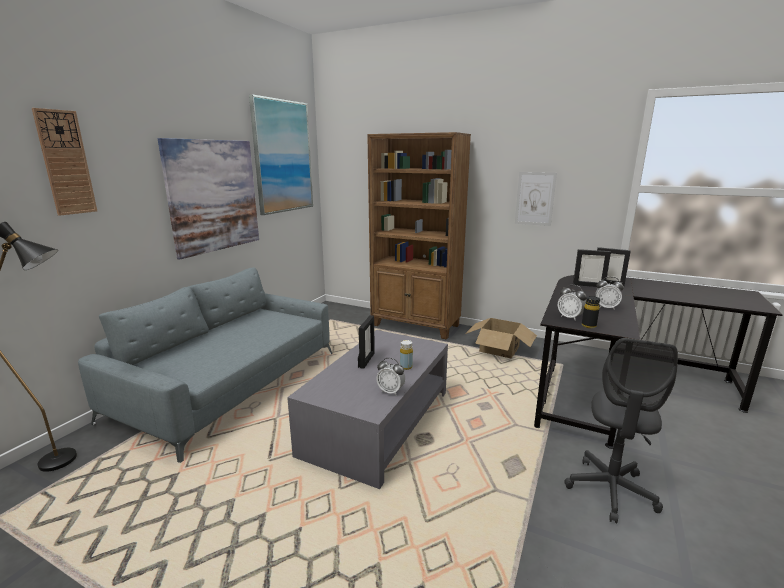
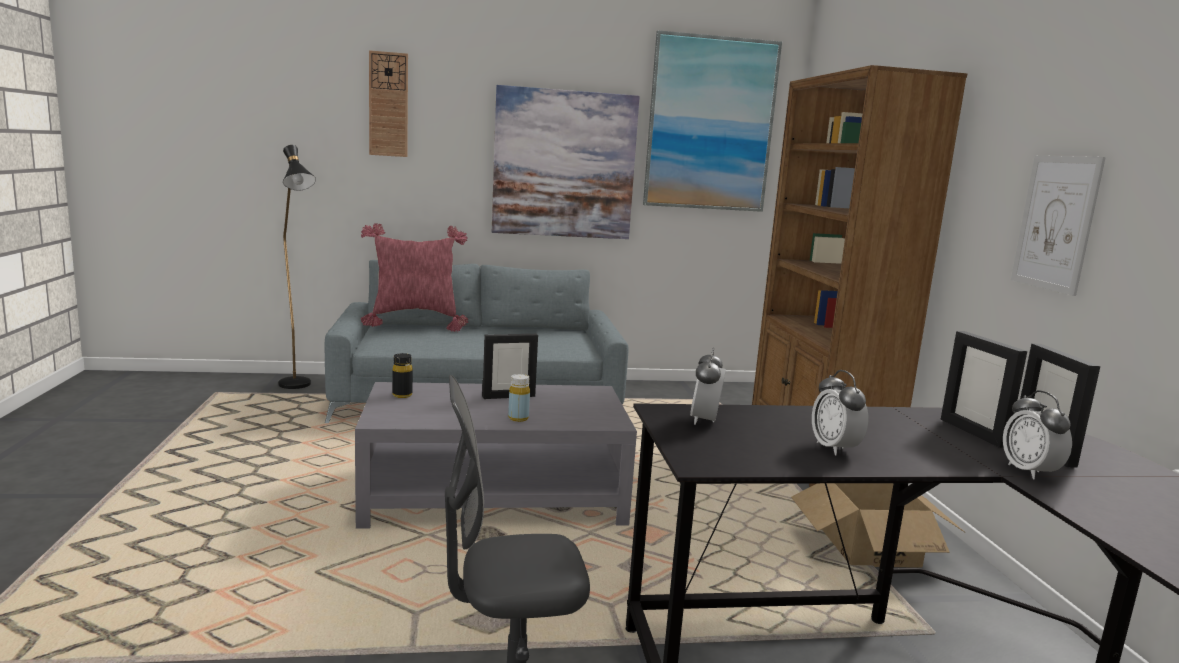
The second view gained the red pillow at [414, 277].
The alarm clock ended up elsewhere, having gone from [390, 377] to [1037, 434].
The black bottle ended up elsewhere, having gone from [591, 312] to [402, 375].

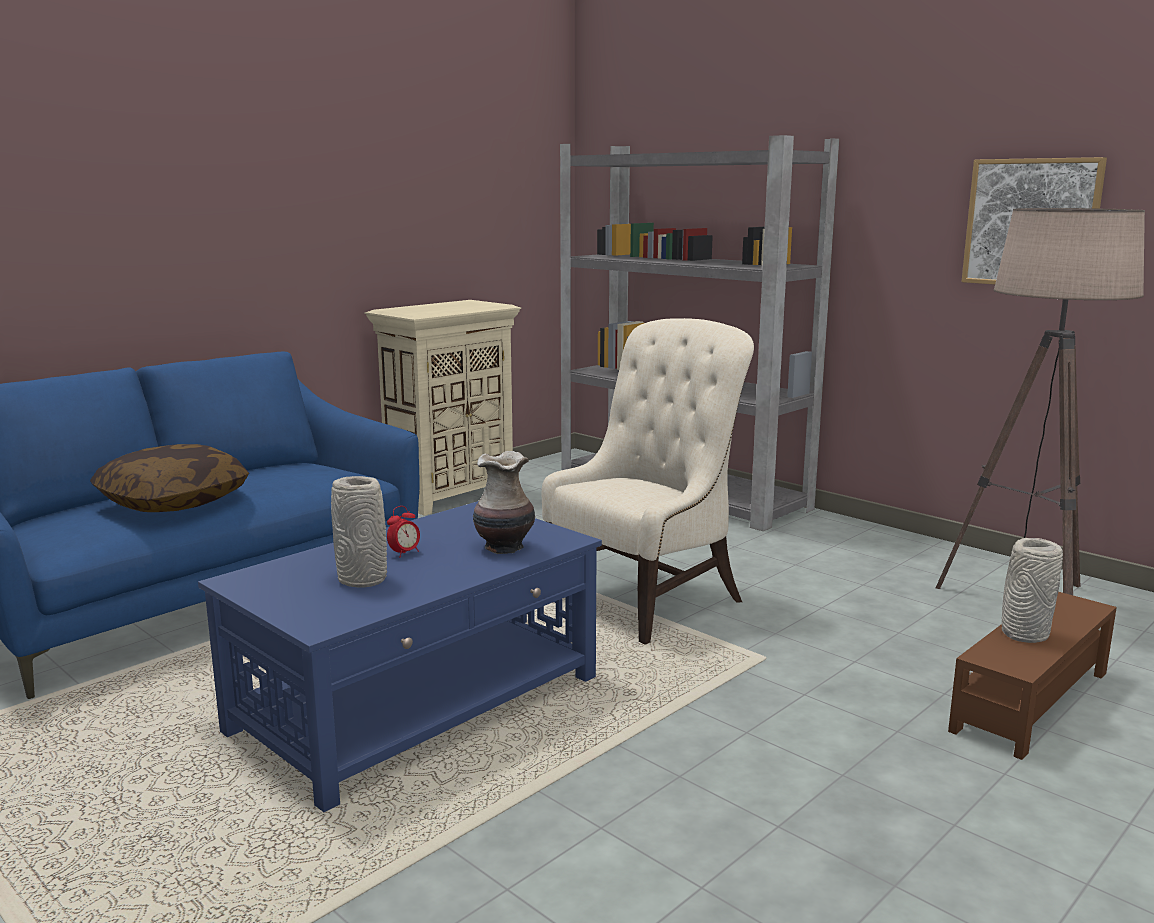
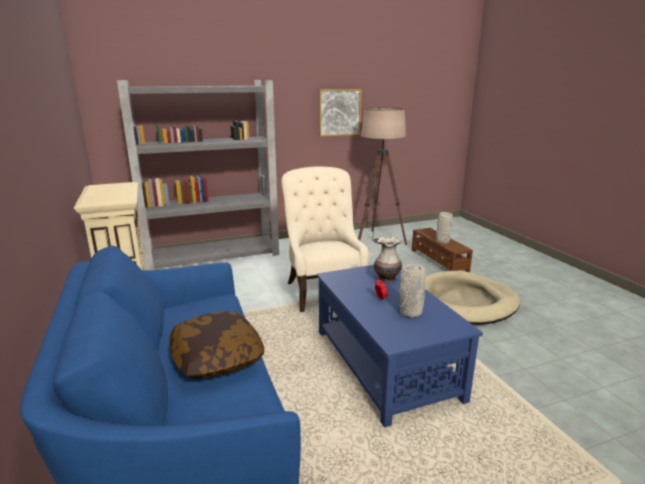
The second view gained the beige dog bed at [472, 298].

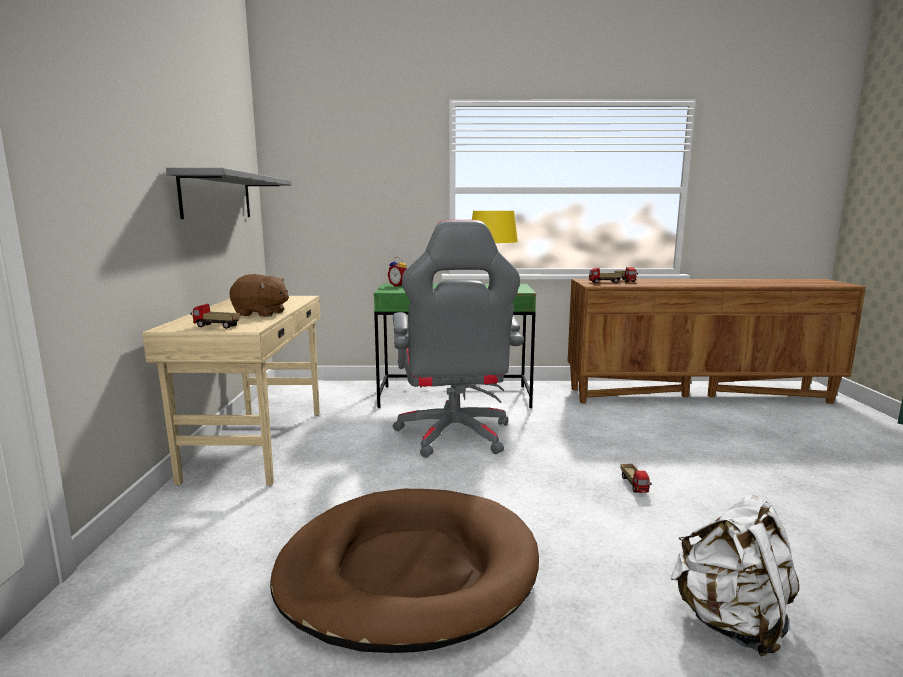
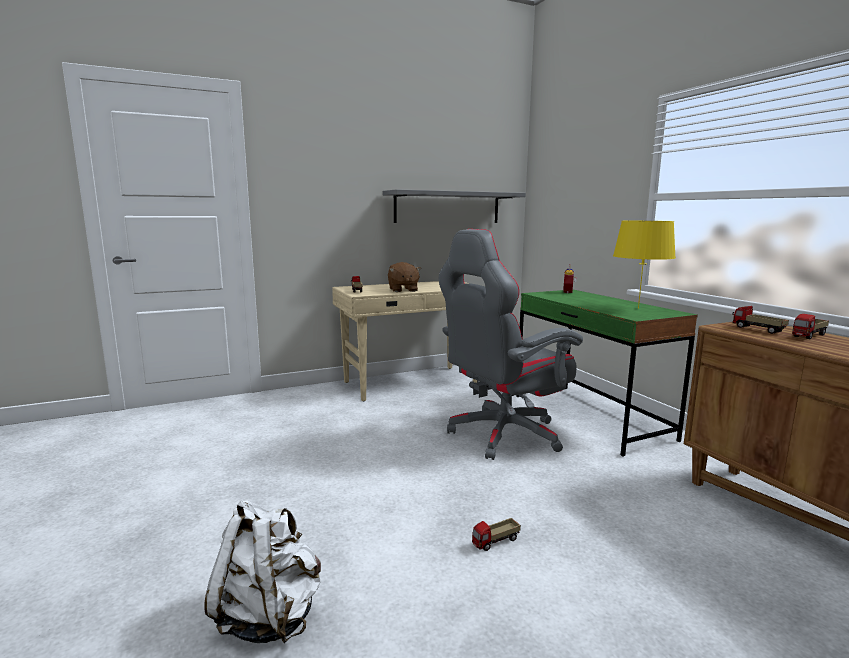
The second view lost the brown dog bed at [404, 571].

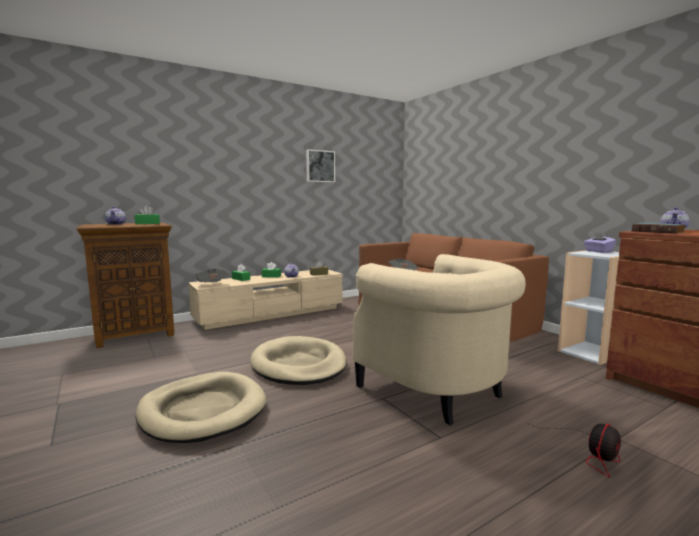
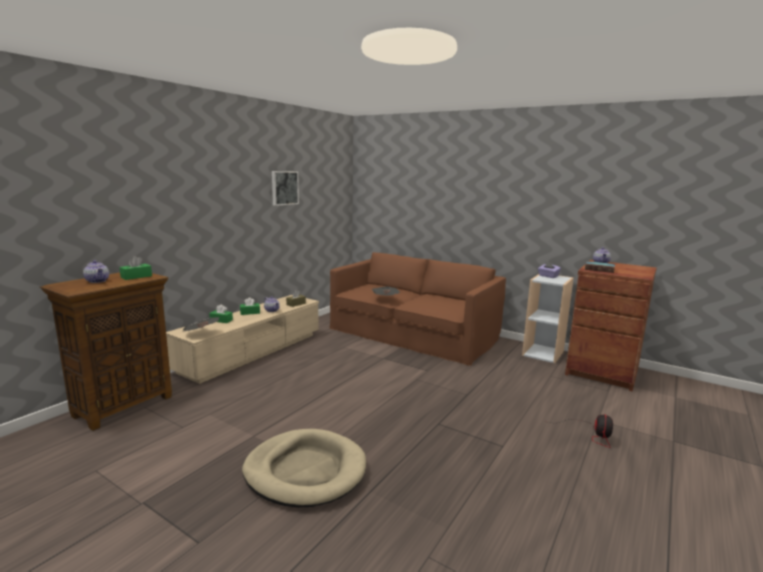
The second view lost the beige dog bed at [298, 360].
The second view lost the beige armchair at [439, 339].

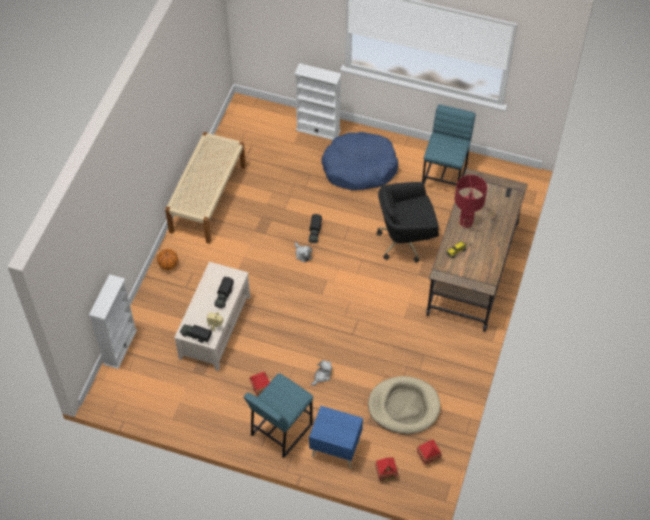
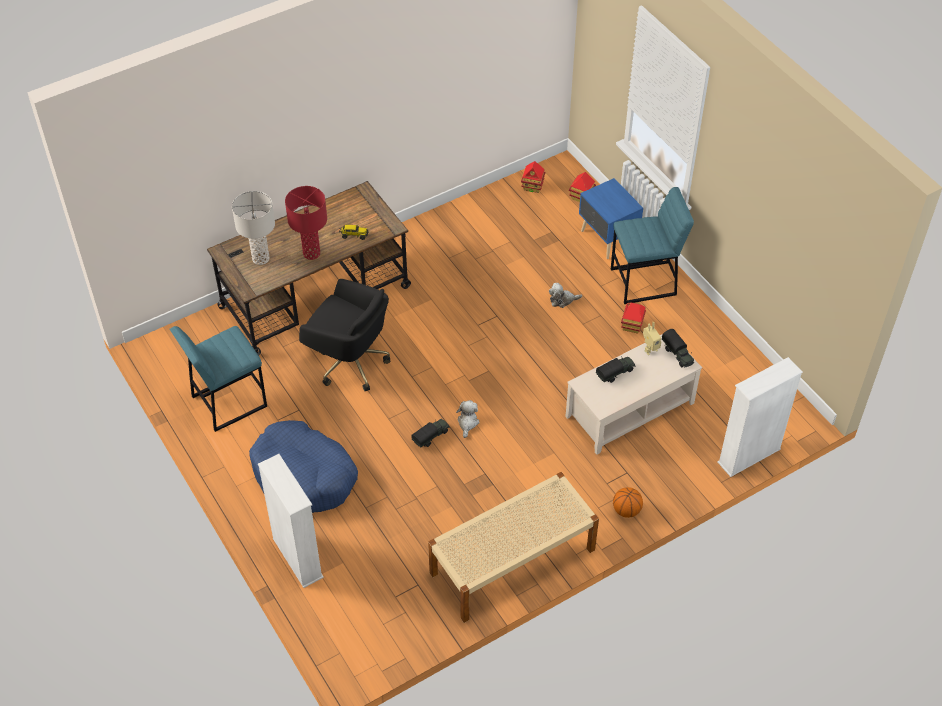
The second view lost the beige dog bed at [404, 405].
The second view gained the white table lamp at [253, 228].

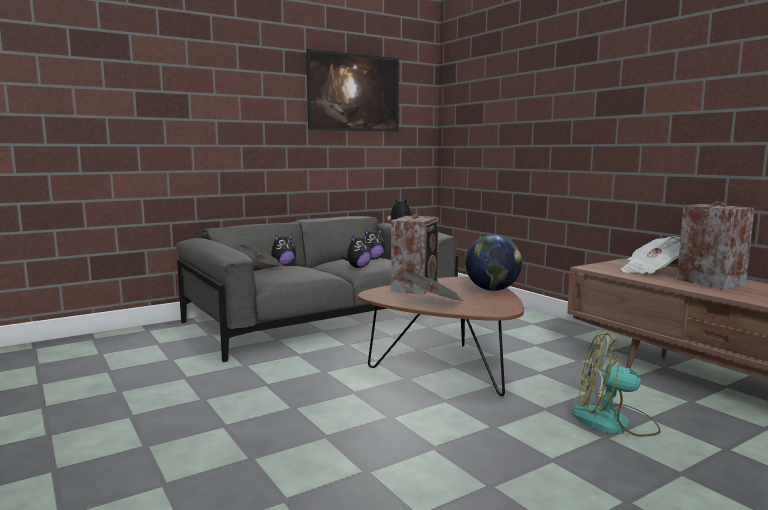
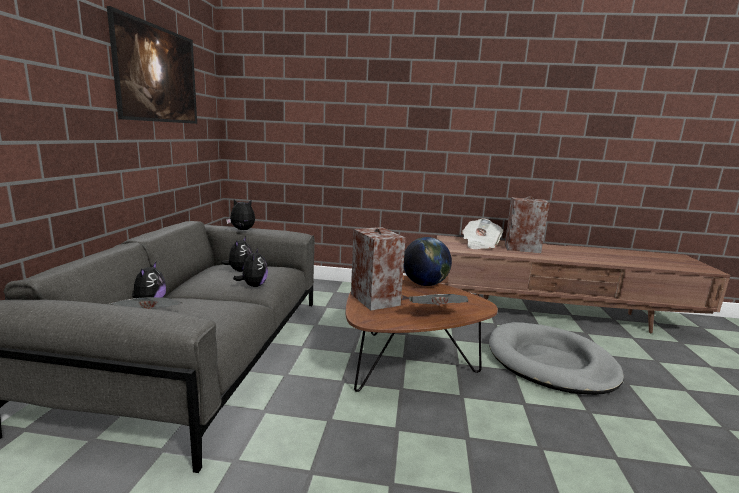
Where the fan stood at [616, 385], the grey dog bed came to stand at [556, 358].

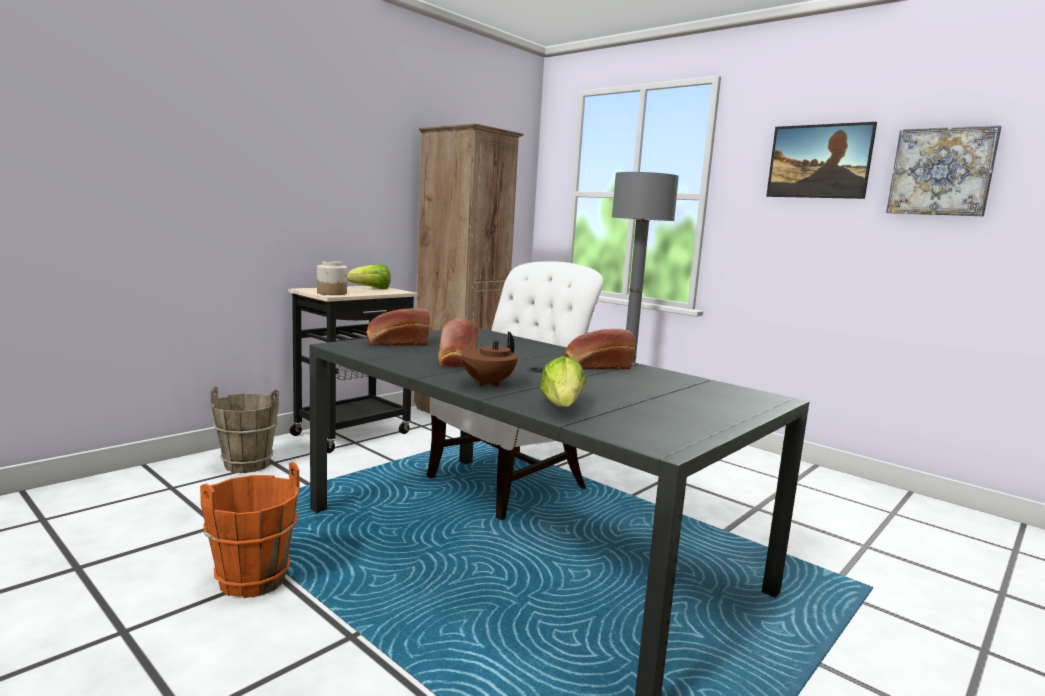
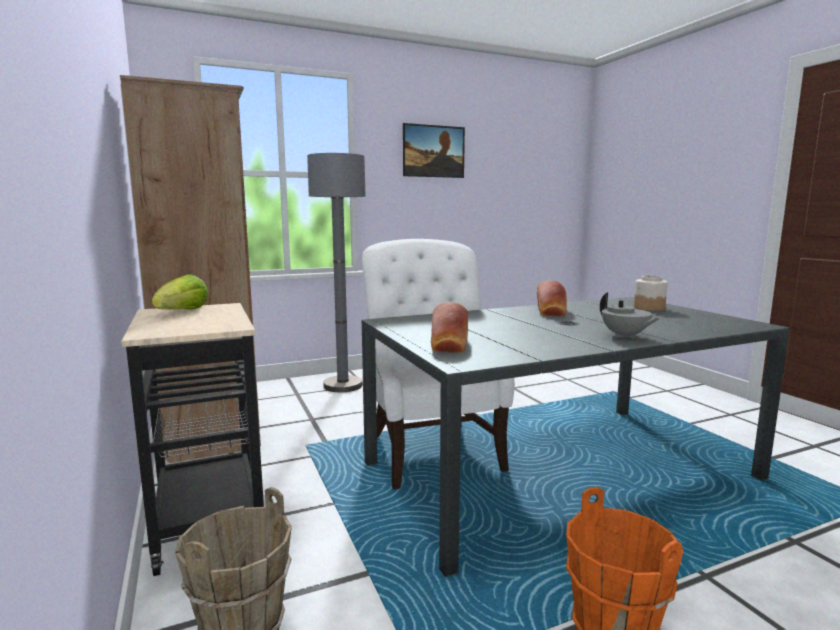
The second view lost the bread at [458, 343].
The second view lost the lettuce at [563, 381].
The second view lost the picture at [943, 170].
The jar ended up elsewhere, having gone from [332, 278] to [651, 293].
What was the brown teapot at [489, 359] turned into the grey teapot at [630, 315].

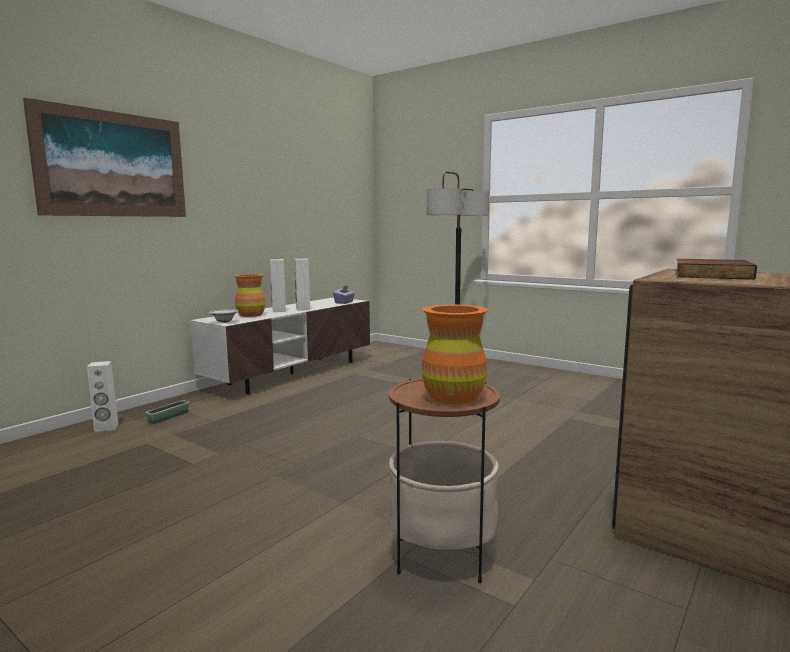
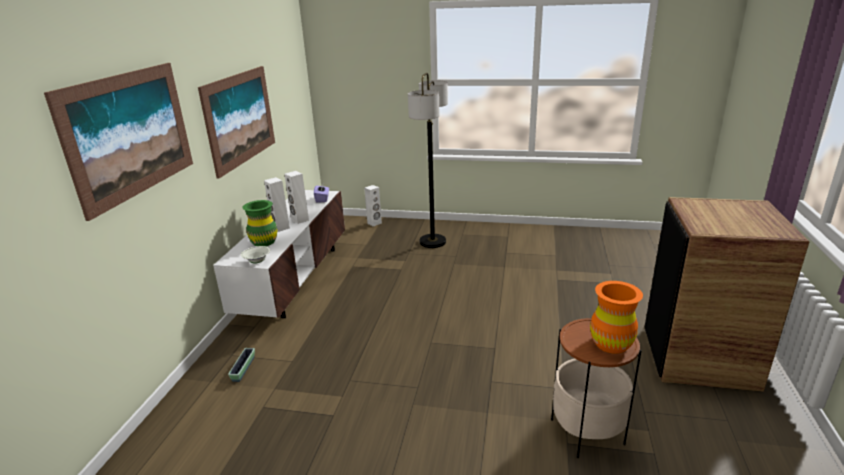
The second view lost the book at [716, 269].
The second view gained the picture at [236, 122].
The white speaker ended up elsewhere, having gone from [102, 396] to [373, 205].
What was the orange vase at [250, 295] turned into the green vase at [259, 223].

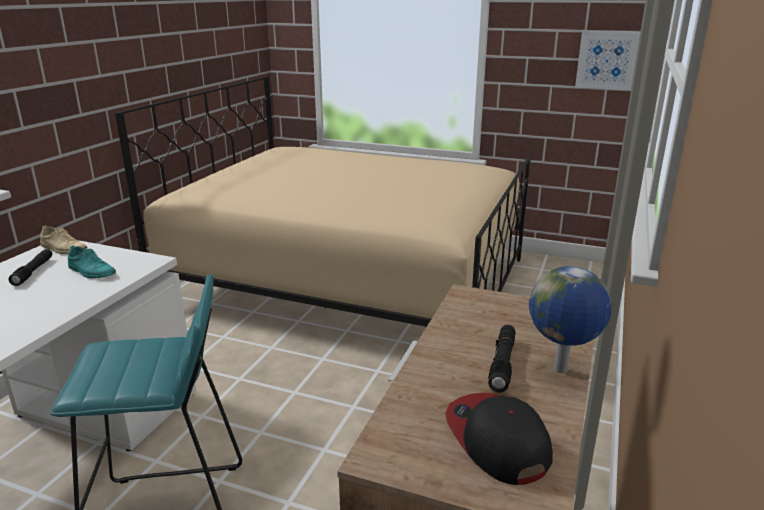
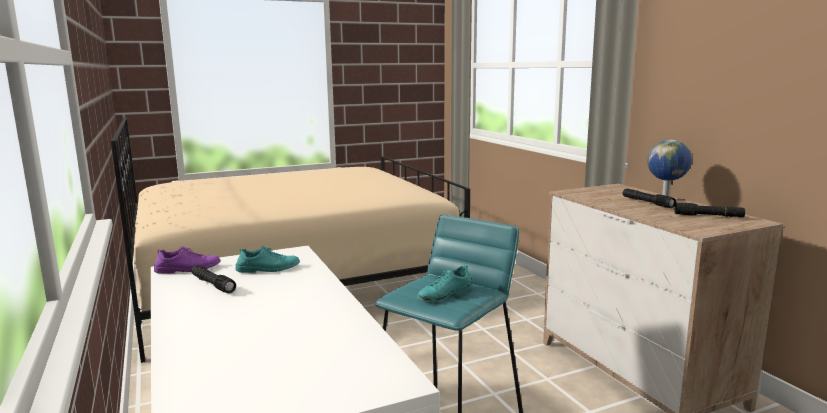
The second view lost the picture at [607, 60].
The second view gained the turquoise shoe at [444, 283].
Where the cap stood at [499, 438], the black flashlight came to stand at [710, 210].
What was the beige shoe at [63, 240] turned into the purple shoe at [187, 260].

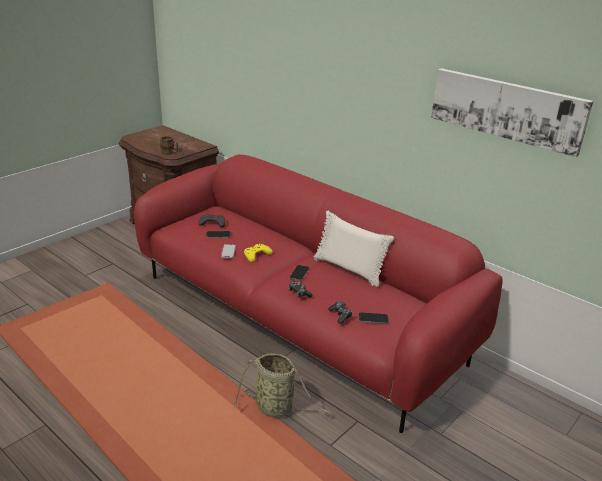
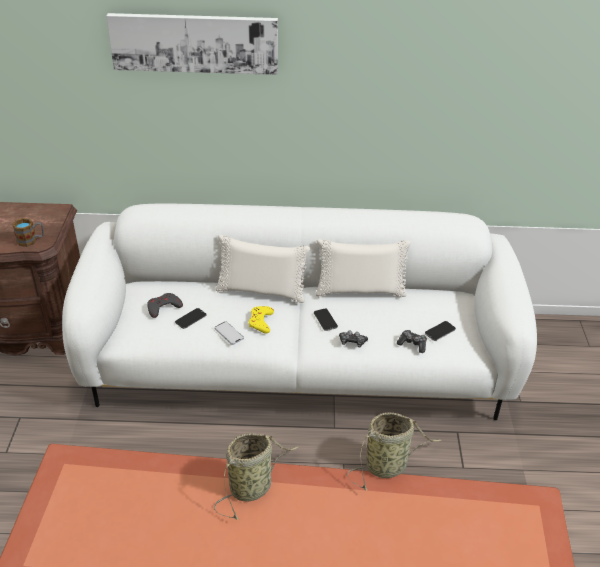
The second view gained the basket at [256, 476].
The second view gained the white pillow at [262, 269].
The picture ended up elsewhere, having gone from [512, 112] to [192, 44].
What was the red sofa at [318, 293] turned into the white sofa at [299, 312].

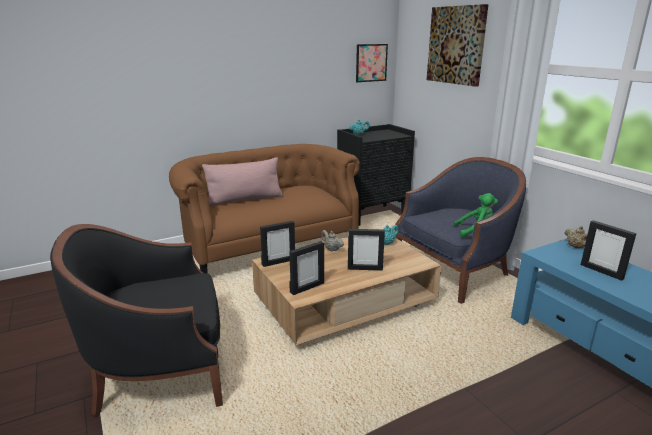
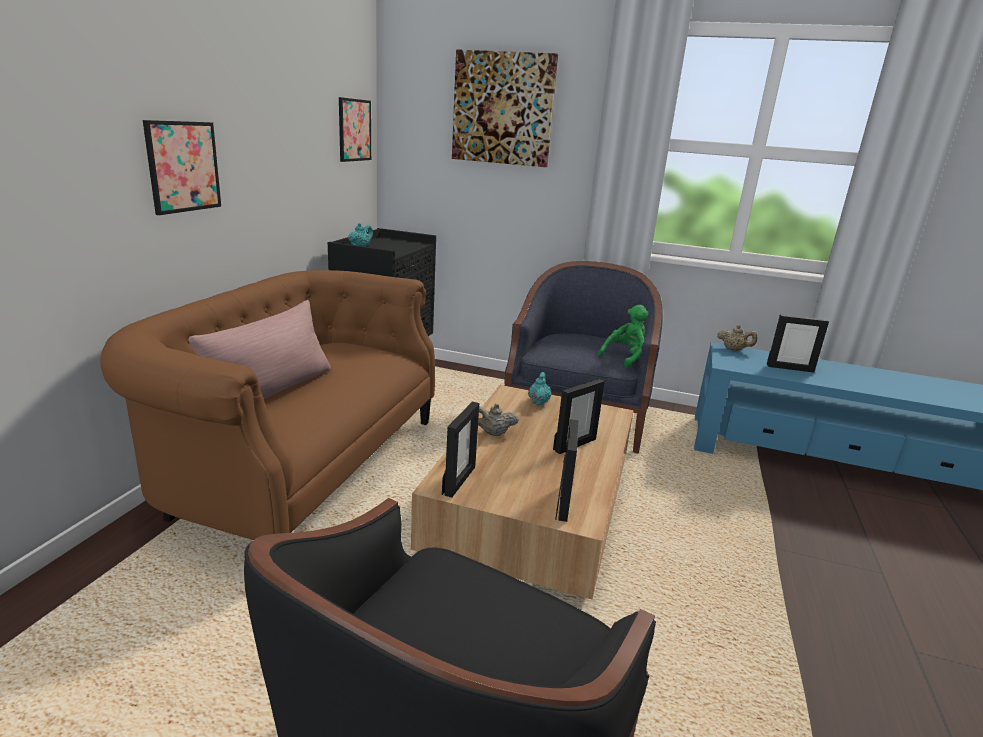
The second view gained the picture at [182, 167].

